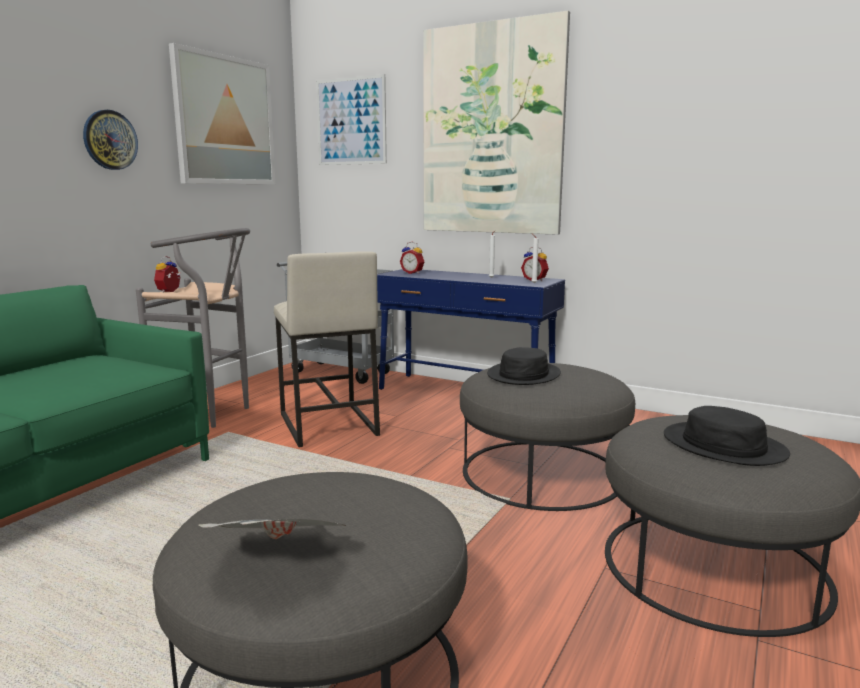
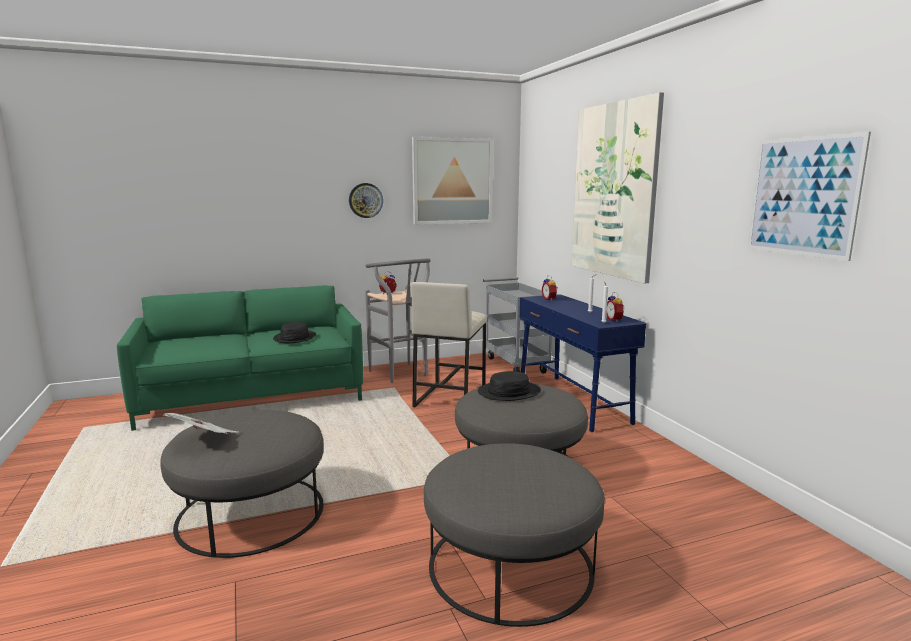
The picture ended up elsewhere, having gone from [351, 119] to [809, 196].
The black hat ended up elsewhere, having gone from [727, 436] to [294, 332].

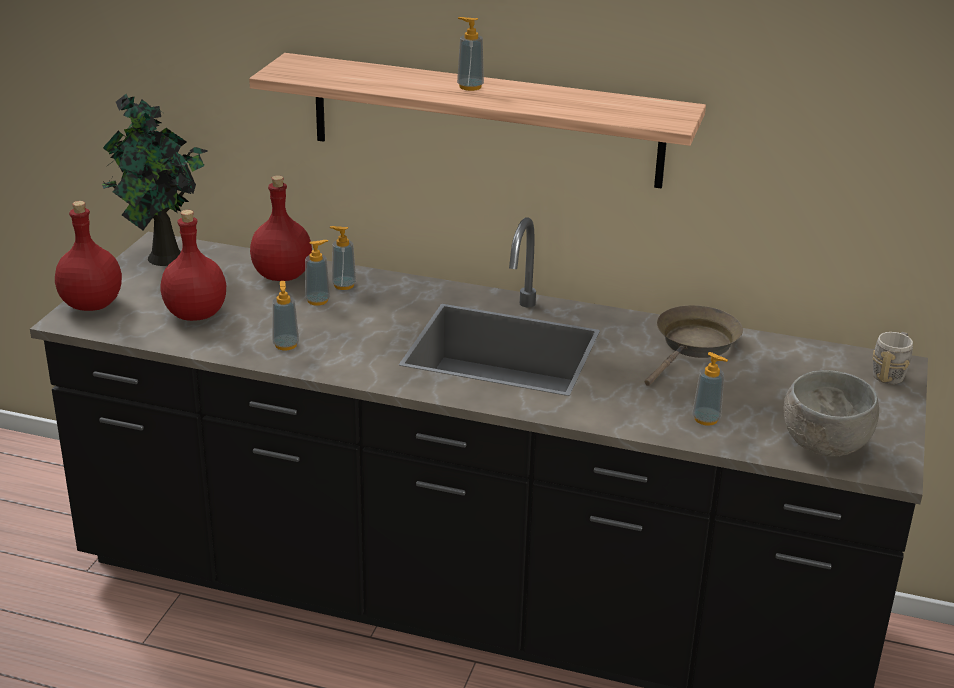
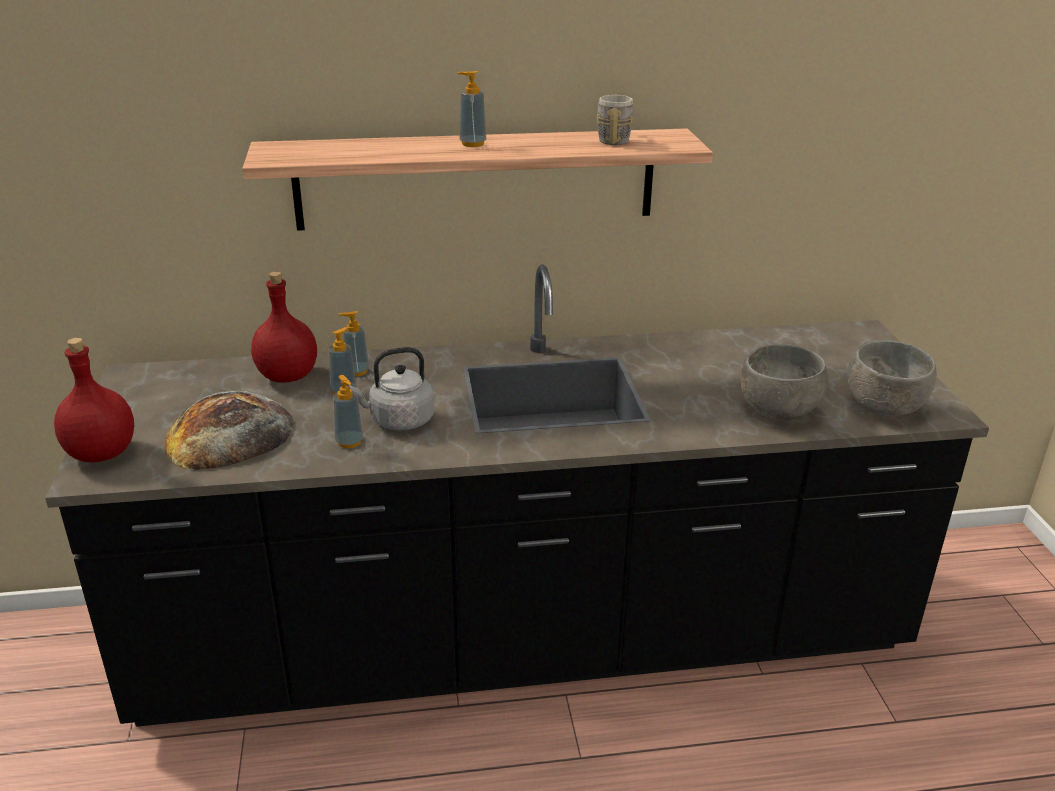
The second view lost the potted plant at [154, 180].
The second view lost the brown frying pan at [694, 345].
The second view gained the grey kettle at [391, 389].
The grey mug ended up elsewhere, having gone from [892, 358] to [615, 120].
Where the red bottle stood at [193, 265], the bread came to stand at [229, 430].
Where the soap dispenser stood at [710, 389], the grey bowl came to stand at [784, 382].

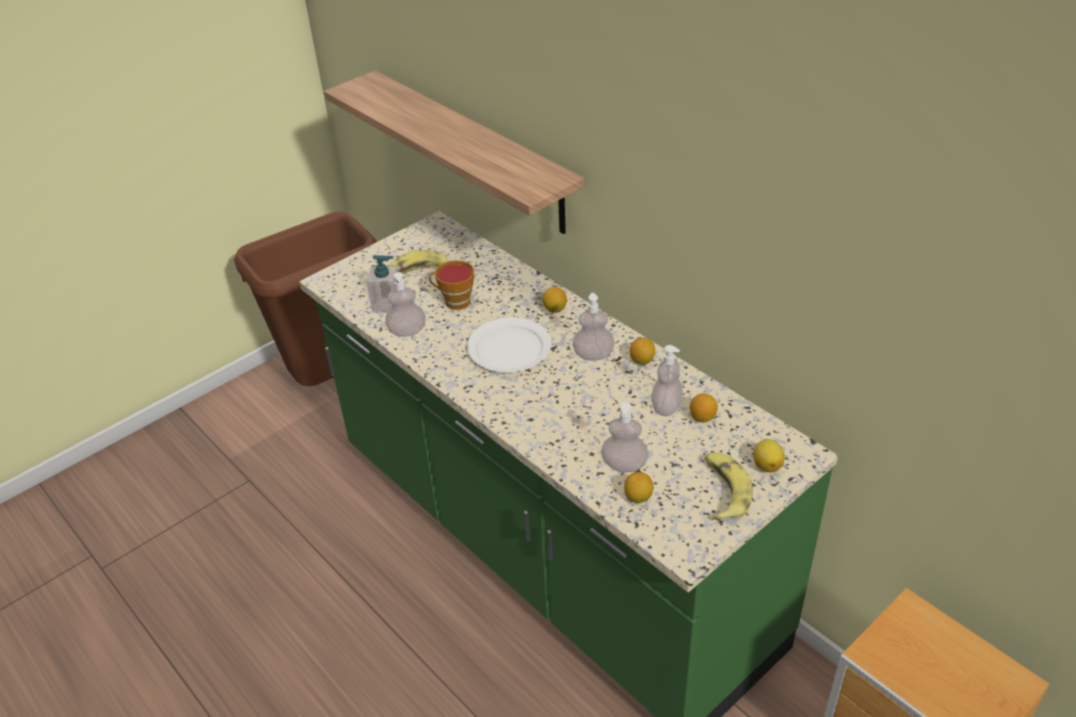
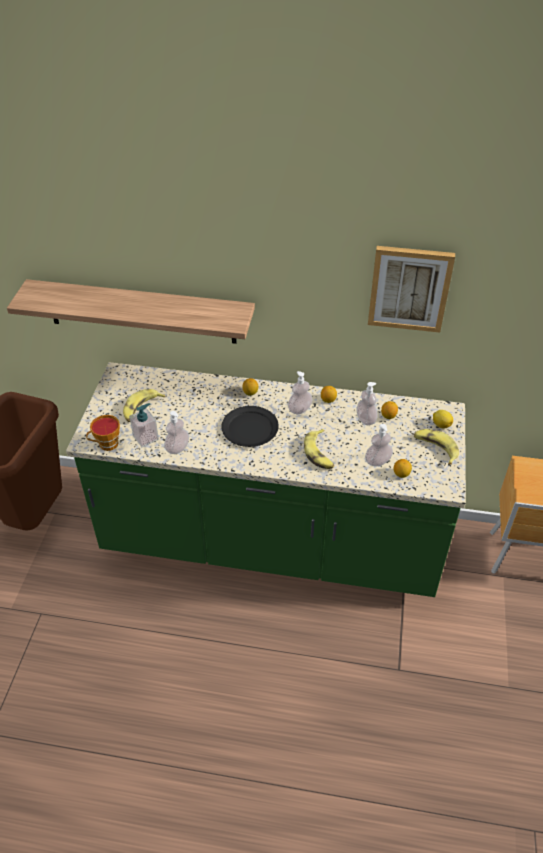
The second view gained the banana at [319, 449].
The second view gained the picture at [411, 289].
The cup ended up elsewhere, having gone from [451, 285] to [103, 433].
What was the white plate at [509, 344] turned into the black plate at [250, 426].

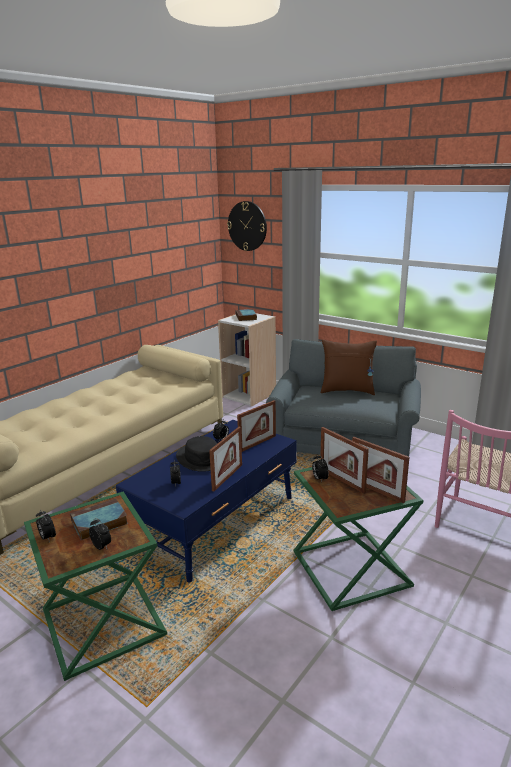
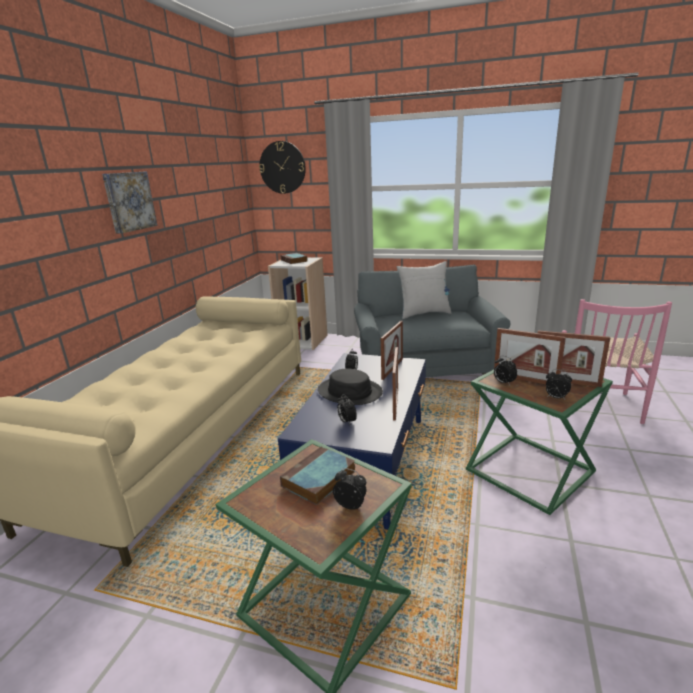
The second view gained the picture at [129, 202].
The alarm clock ended up elsewhere, having gone from [46, 525] to [559, 384].
What was the brown pillow at [348, 367] turned into the grey pillow at [424, 290].

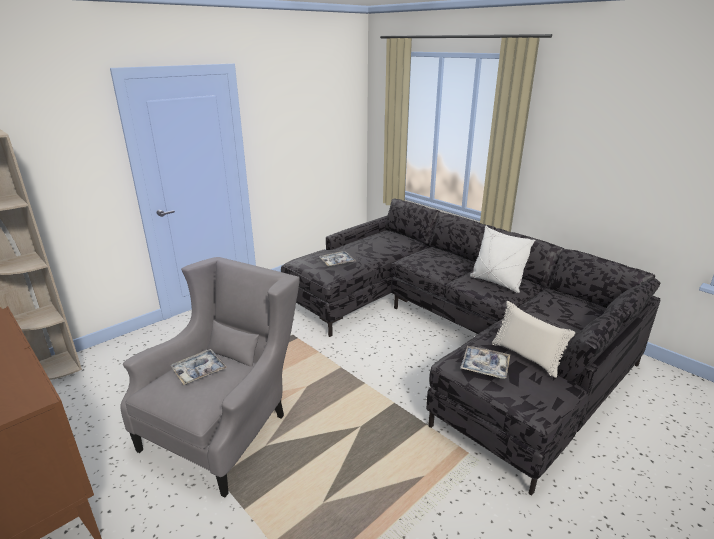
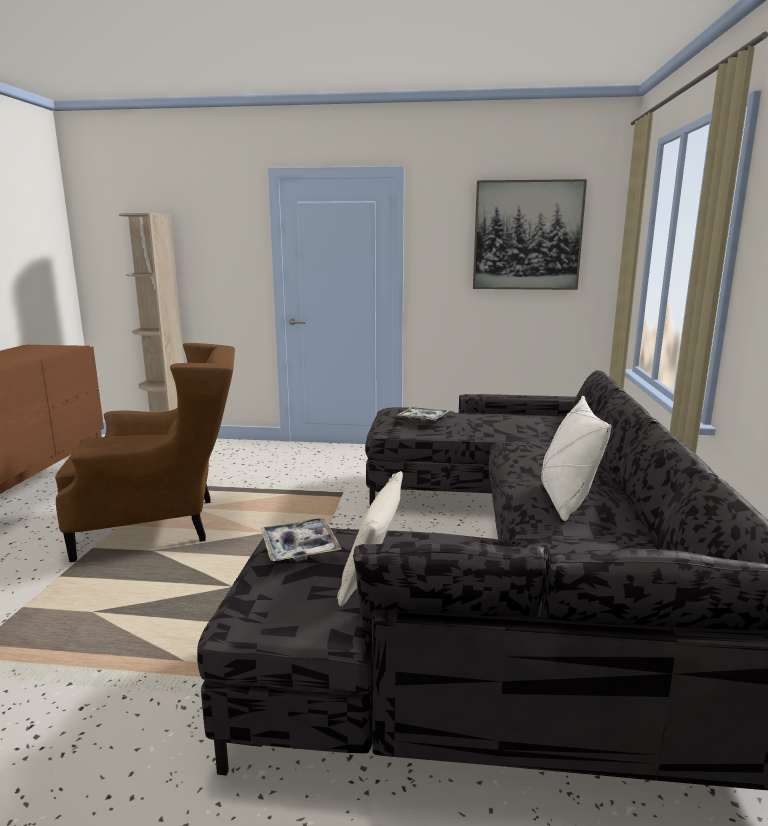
The second view lost the tray at [198, 367].
The second view gained the picture at [530, 234].
What was the grey armchair at [210, 377] turned into the brown armchair at [145, 452].

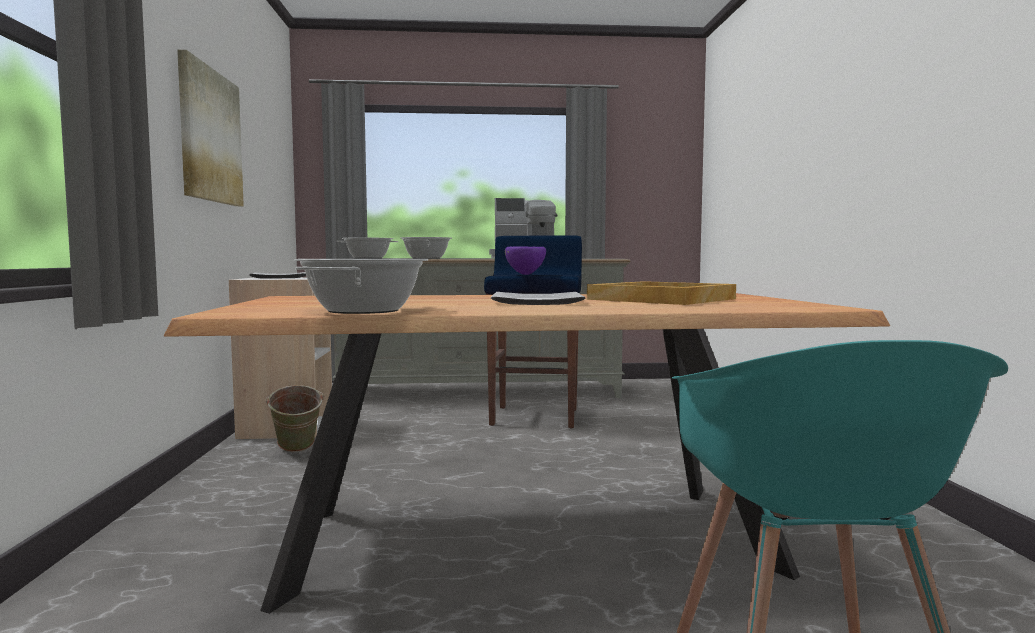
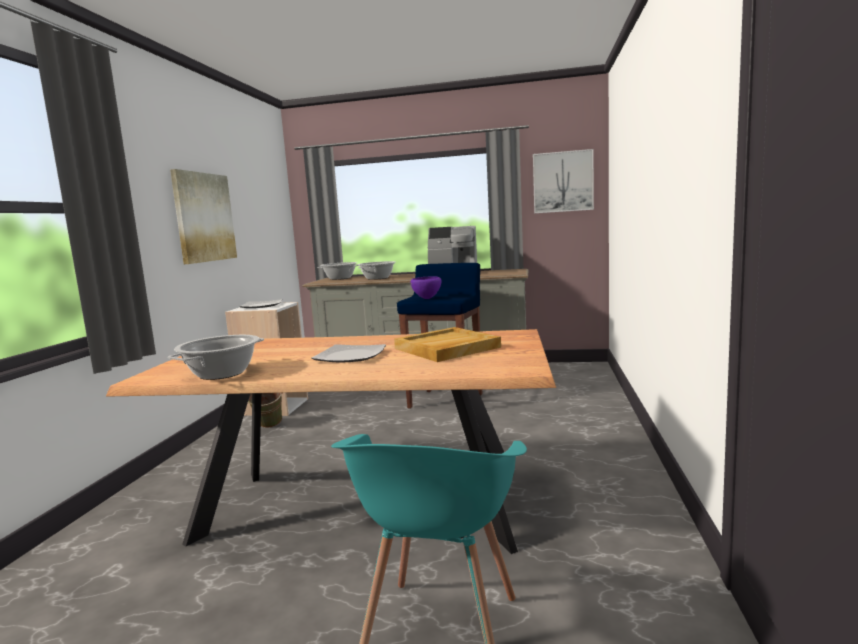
The second view gained the picture at [563, 181].

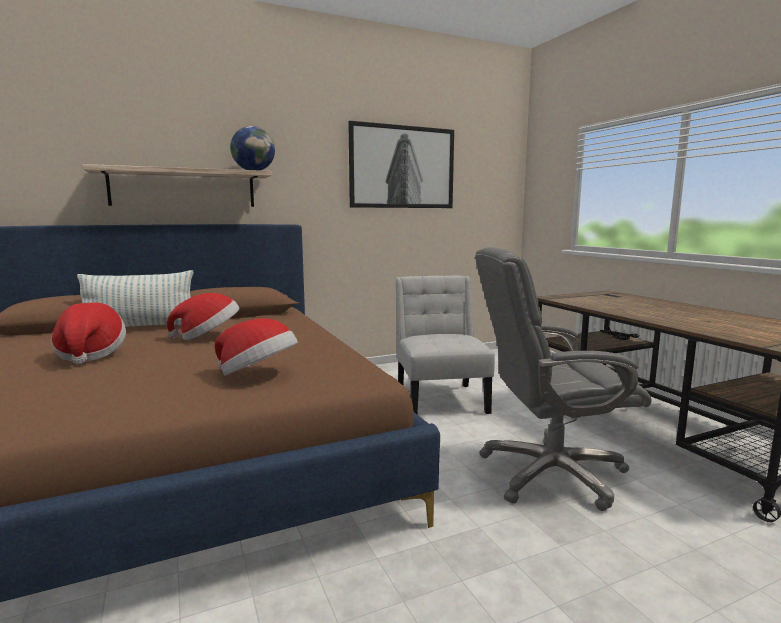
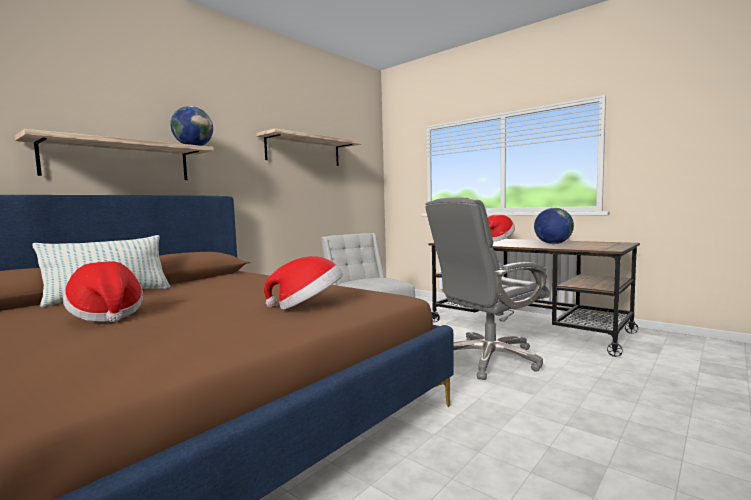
The second view gained the globe at [554, 226].
The hat ended up elsewhere, having gone from [203, 316] to [501, 228].
Where the picture hung at [401, 164], the shelf came to hang at [309, 147].

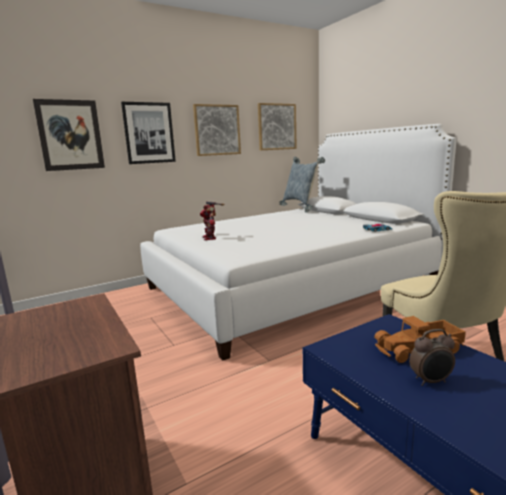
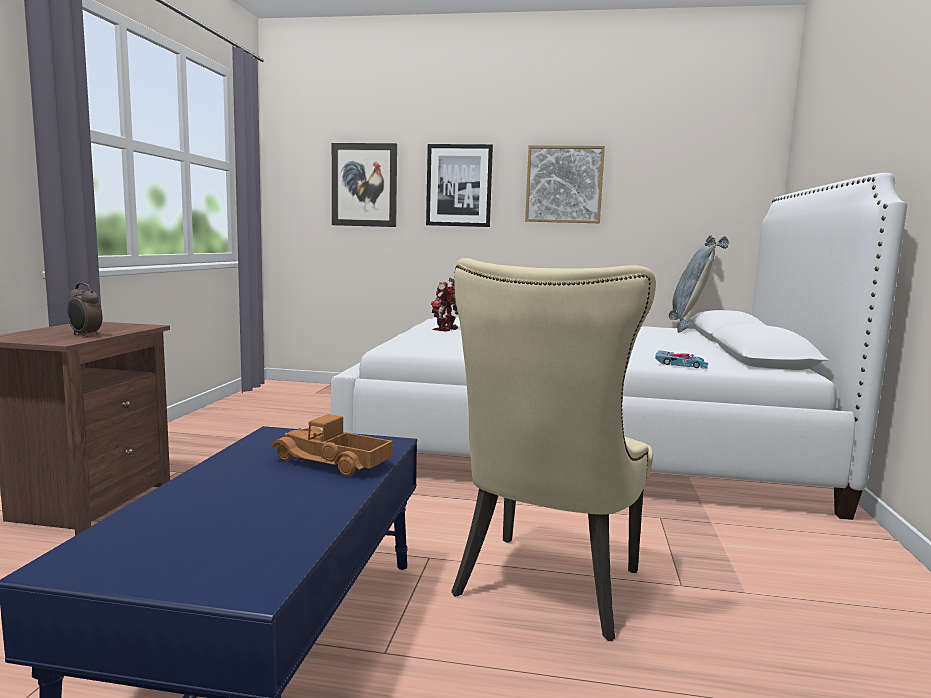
The second view lost the picture at [277, 126].
The alarm clock ended up elsewhere, having gone from [432, 357] to [84, 310].

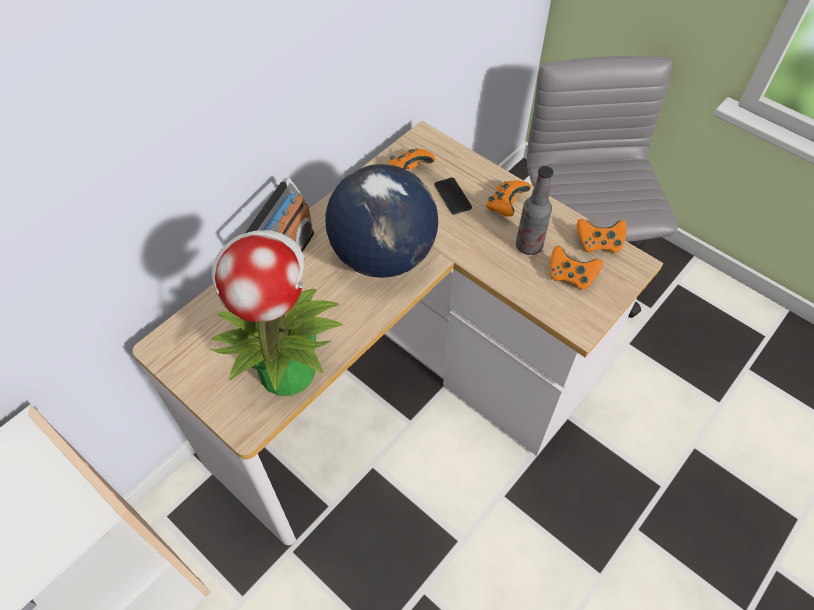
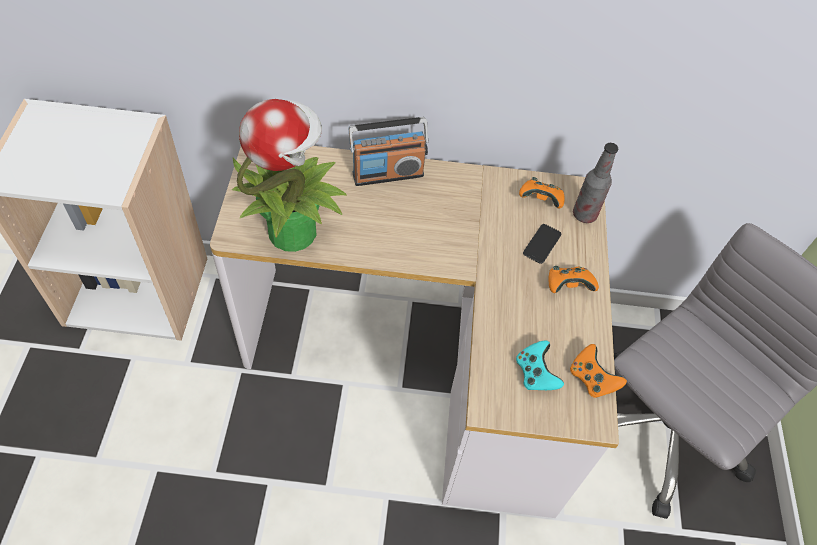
The second view lost the globe at [382, 221].
The bottle ended up elsewhere, having gone from [534, 210] to [595, 183].
What was the orange game controller at [576, 268] turned into the turquoise game controller at [540, 365].

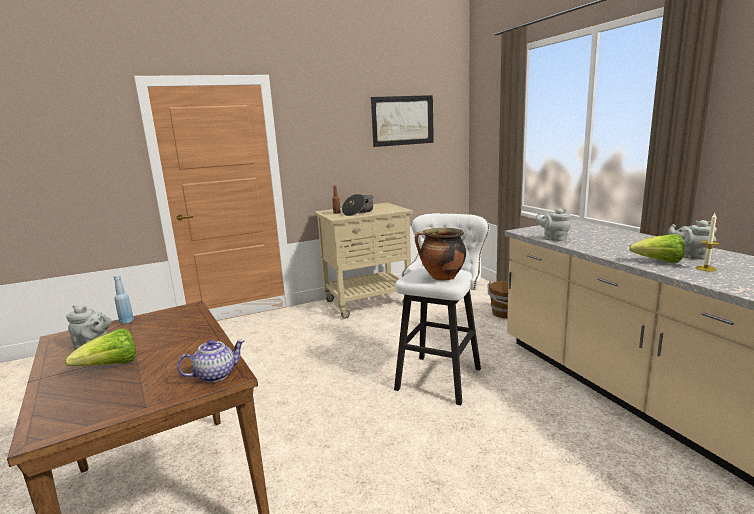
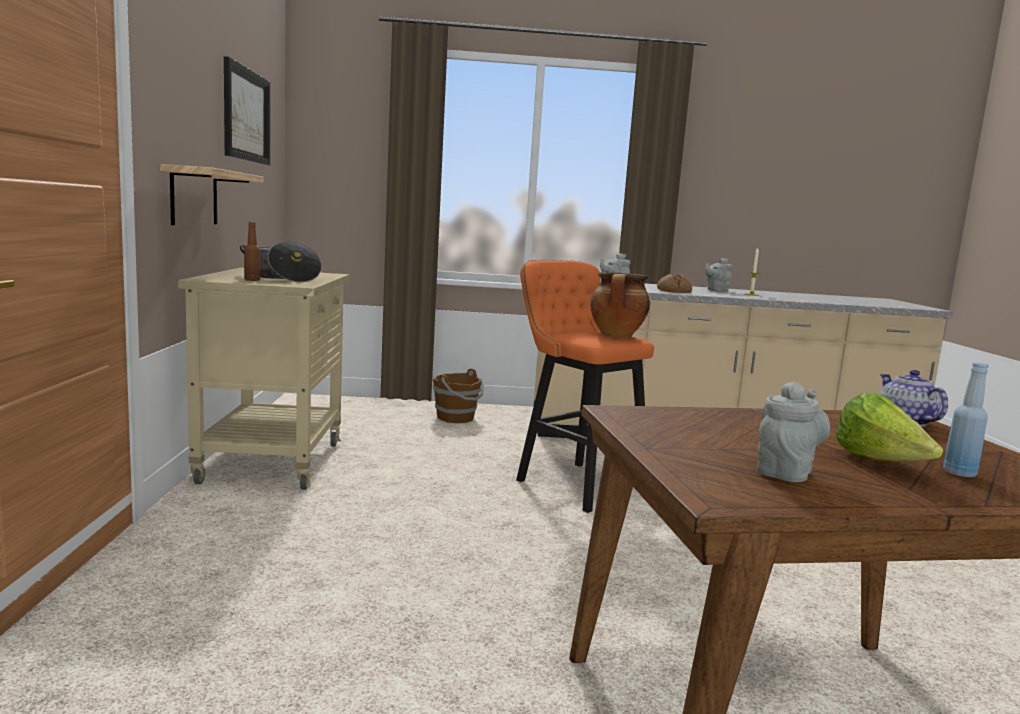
The second view lost the lettuce at [657, 248].
The second view gained the shelf at [212, 194].
The second view gained the bread at [674, 283].
The blue bottle ended up elsewhere, having gone from [124, 299] to [965, 419].
What was the white stool at [442, 309] turned into the orange stool at [585, 386].

